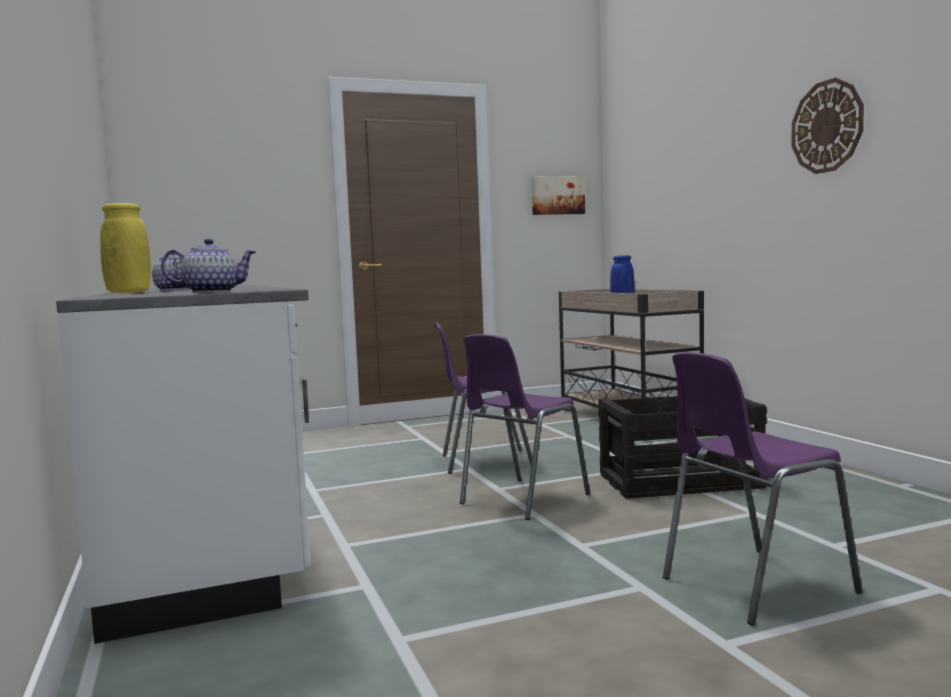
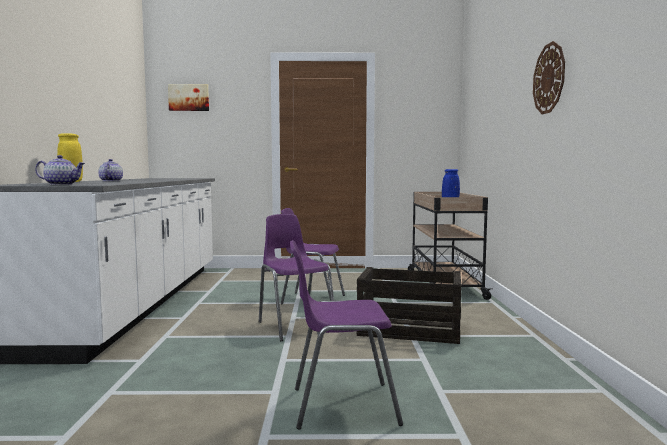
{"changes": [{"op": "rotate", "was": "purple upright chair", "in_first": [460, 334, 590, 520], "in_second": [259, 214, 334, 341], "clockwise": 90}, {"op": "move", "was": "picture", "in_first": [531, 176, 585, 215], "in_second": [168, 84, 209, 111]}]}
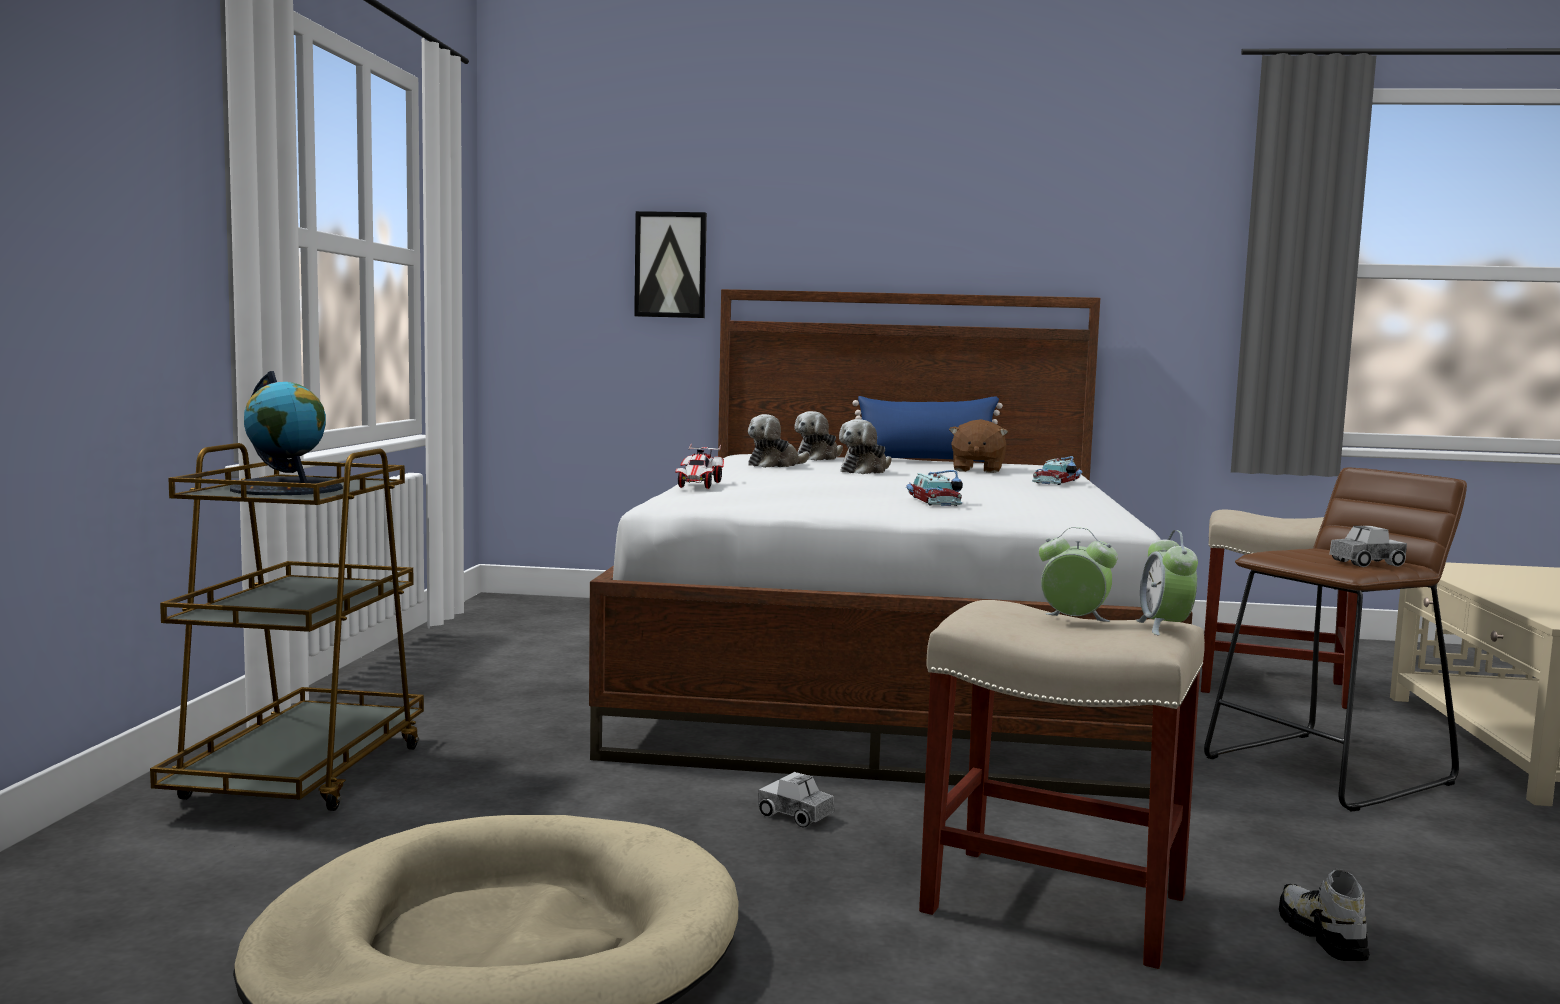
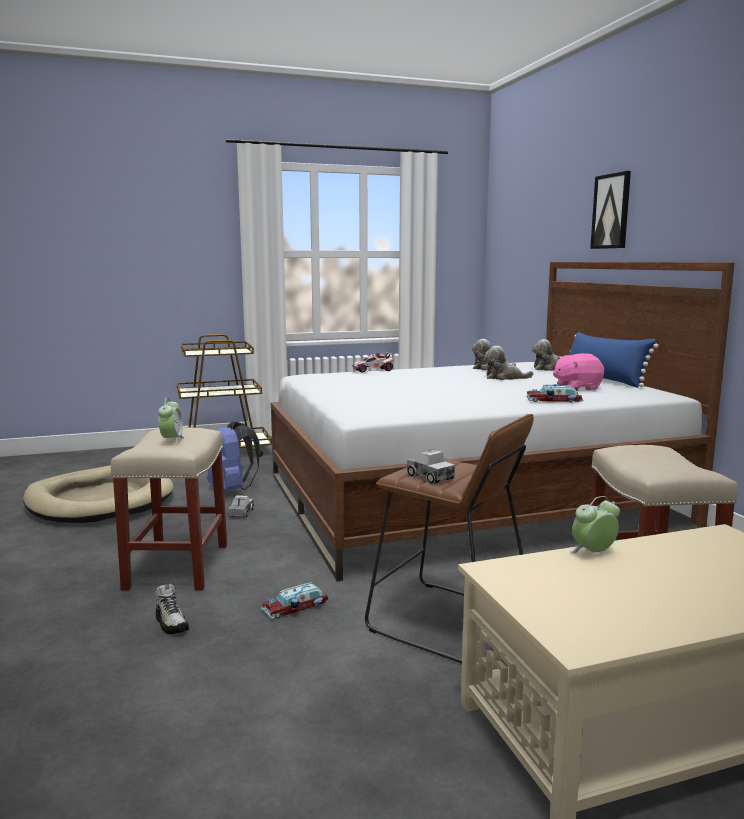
{"changes": [{"op": "delete", "was": "world globe", "in_first": [230, 371, 343, 495]}, {"op": "move", "was": "picture", "in_first": [634, 211, 707, 318], "in_second": [590, 171, 631, 249]}, {"op": "move", "was": "miniature car", "in_first": [905, 470, 963, 506], "in_second": [261, 582, 329, 619]}, {"op": "recolor", "was": "brown soft toy", "now": "pinkish soft toy", "in_first": [949, 419, 1008, 473], "in_second": [553, 353, 604, 390]}, {"op": "move", "was": "table clock", "in_first": [1136, 530, 1198, 635], "in_second": [570, 496, 620, 554]}, {"op": "rotate", "was": "shoe", "in_first": [1279, 869, 1370, 961], "in_second": [155, 584, 189, 634], "clockwise": 90}, {"op": "insert", "now": "bluish rucksack", "in_second": [207, 421, 259, 491]}]}
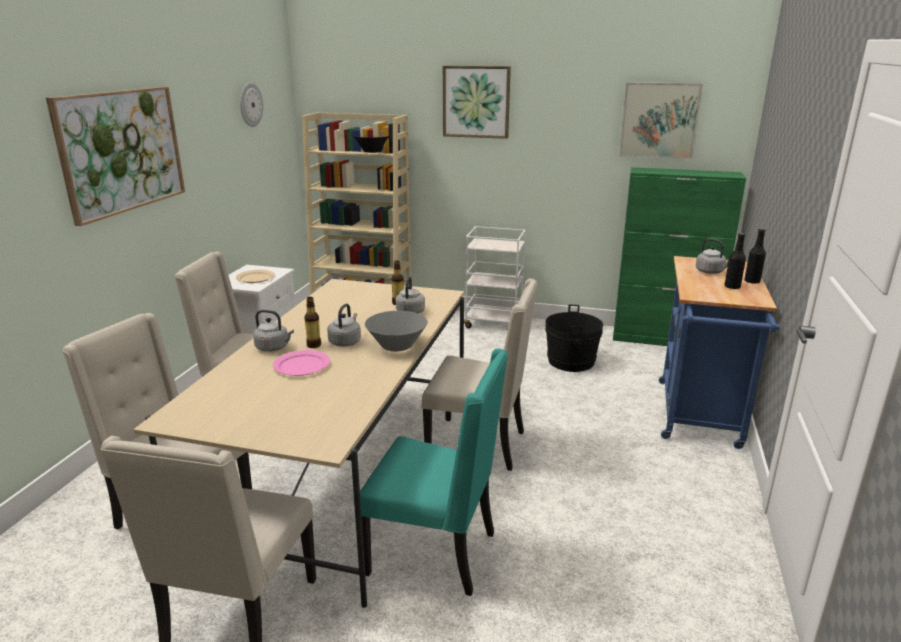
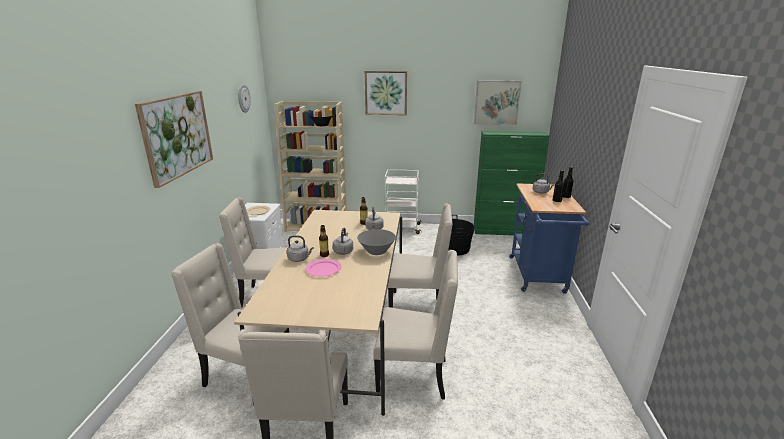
{"changes": [{"op": "recolor", "was": "turquoise-coloured upright chair", "now": "beige upright chair", "in_first": [360, 348, 508, 596], "in_second": [373, 250, 458, 400]}]}
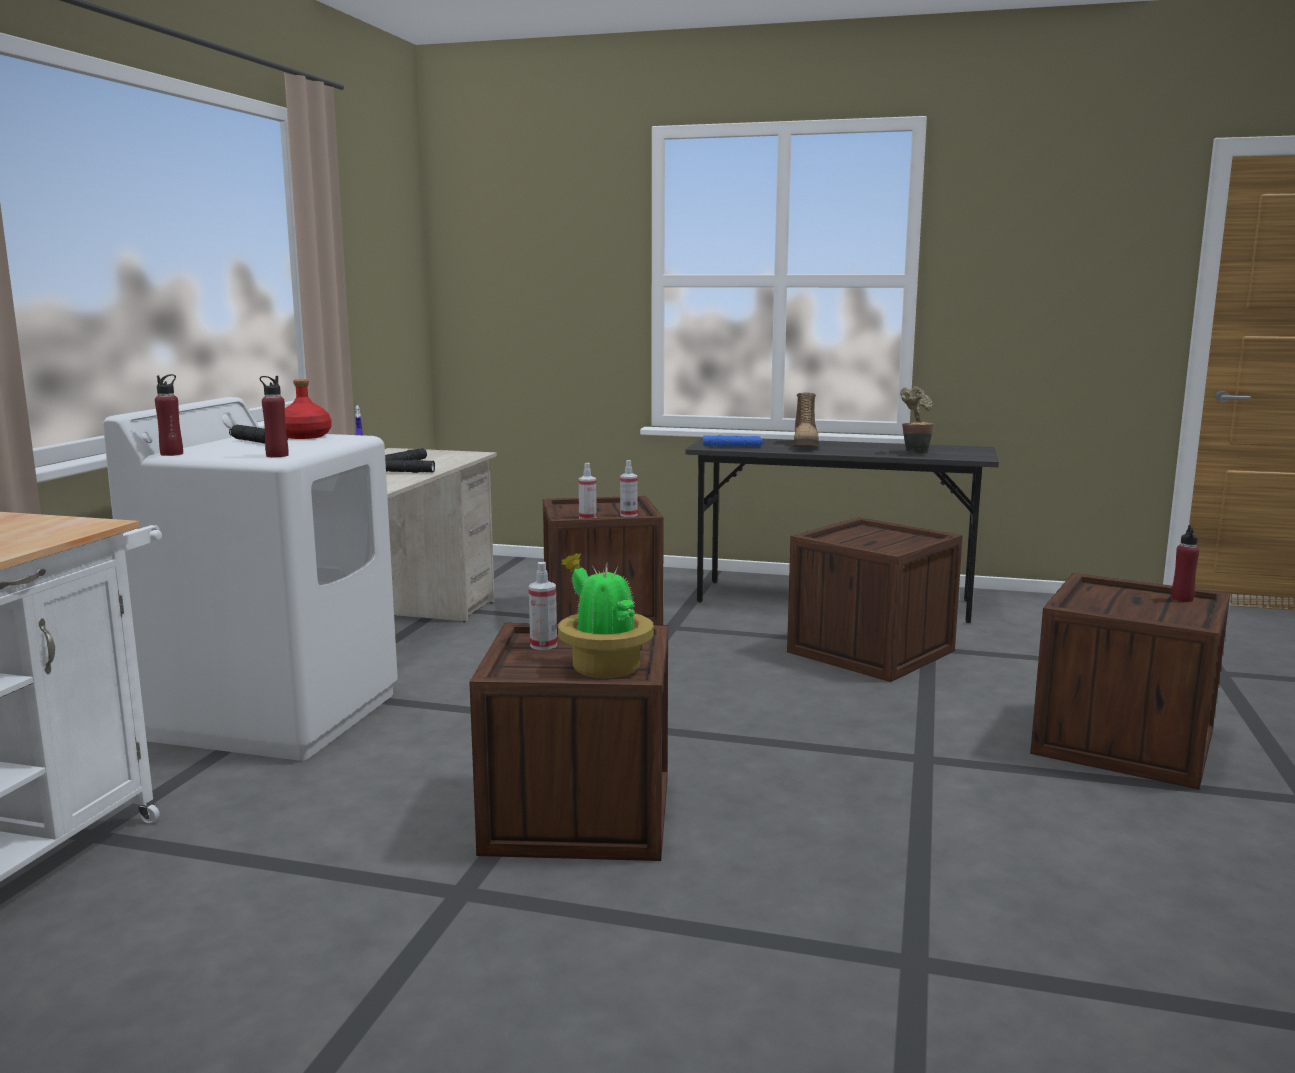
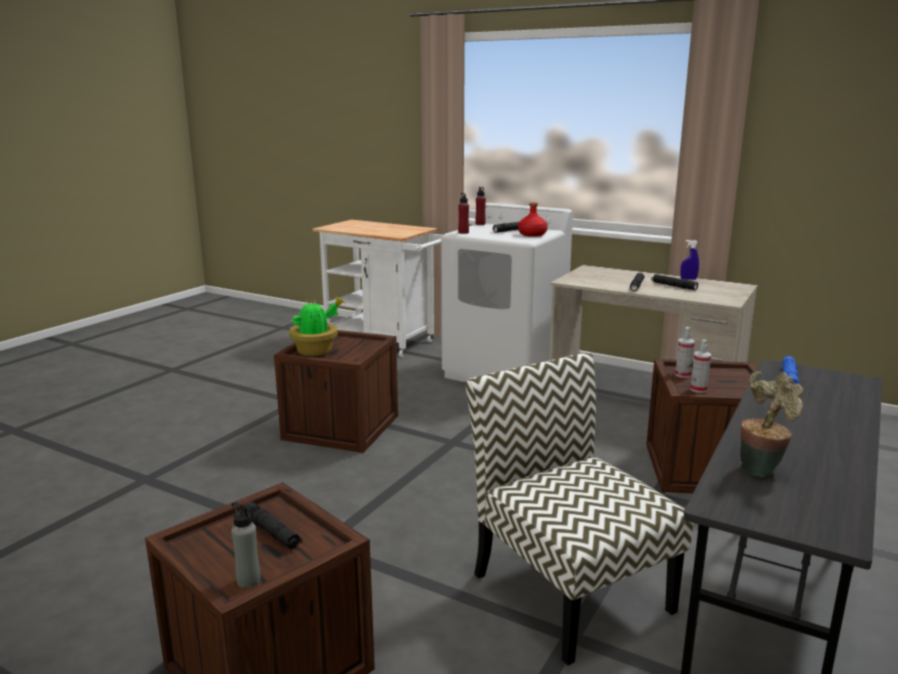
{"changes": [{"op": "delete", "was": "spray bottle", "in_first": [529, 562, 557, 650]}, {"op": "replace", "was": "packing crate", "now": "upright chair", "in_first": [787, 518, 963, 682], "in_second": [465, 353, 693, 665]}, {"op": "delete", "was": "boot", "in_first": [792, 393, 819, 447]}, {"op": "recolor", "was": "reddish bottle", "now": "greyish bottle", "in_first": [1171, 525, 1199, 602], "in_second": [231, 502, 261, 588]}, {"op": "insert", "now": "black-coloured flashlight", "in_second": [242, 502, 302, 550]}]}
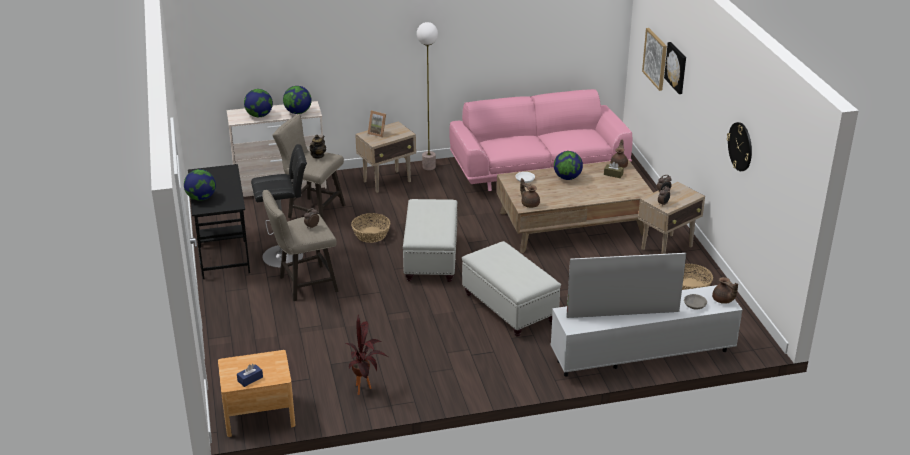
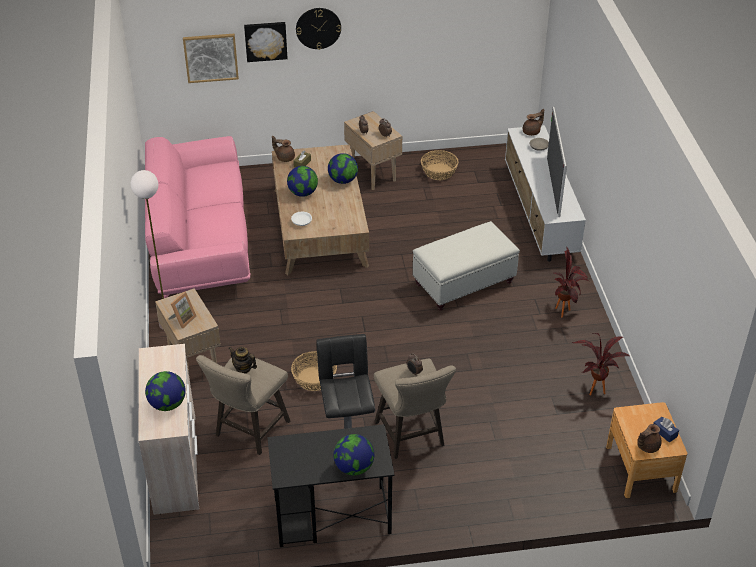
{"changes": [{"op": "move", "was": "world globe", "in_first": [283, 86, 312, 114], "in_second": [328, 153, 358, 184]}, {"op": "delete", "was": "whitish pouffe", "in_first": [403, 199, 457, 282]}, {"op": "move", "was": "brown pot for tea", "in_first": [520, 178, 540, 208], "in_second": [637, 424, 662, 453]}, {"op": "move", "was": "hanging clock", "in_first": [727, 122, 752, 171], "in_second": [296, 8, 341, 50]}, {"op": "insert", "now": "plant in a pot", "in_second": [554, 247, 589, 318]}]}
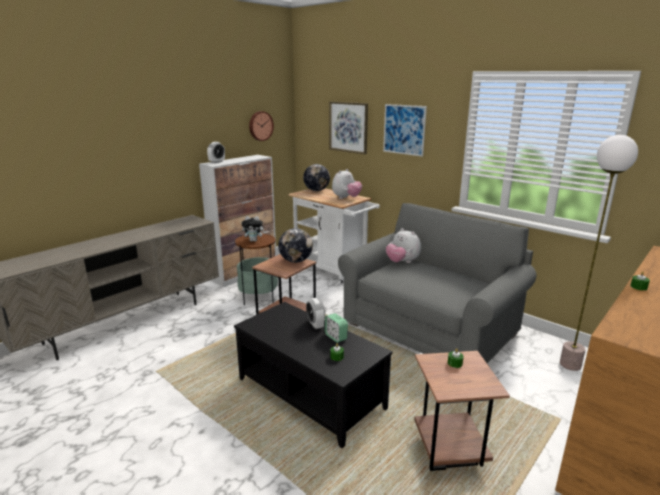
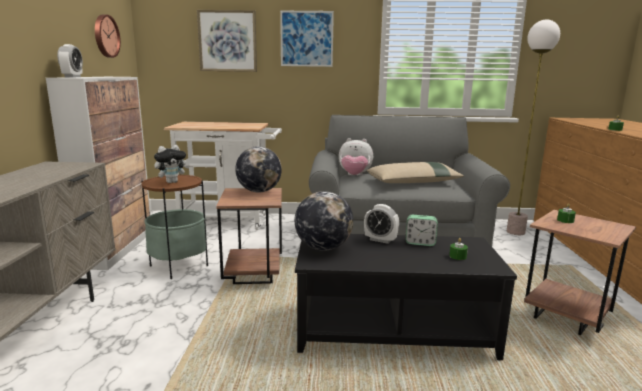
{"changes": [{"op": "move", "was": "world globe", "in_first": [303, 164, 330, 191], "in_second": [295, 191, 353, 251]}, {"op": "delete", "was": "soft toy", "in_first": [332, 169, 362, 199]}, {"op": "insert", "now": "beige pillow", "in_second": [367, 162, 464, 183]}]}
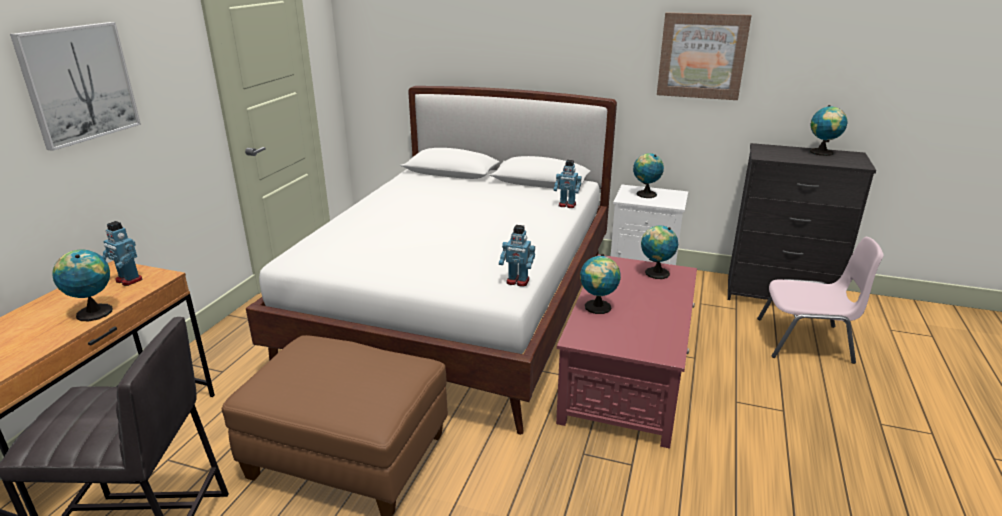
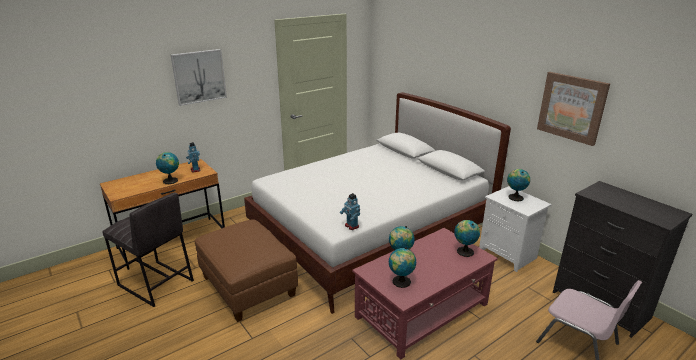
{"changes": [{"op": "delete", "was": "model robot", "in_first": [553, 160, 582, 208]}, {"op": "move", "was": "world globe", "in_first": [810, 105, 848, 156], "in_second": [389, 247, 416, 288]}]}
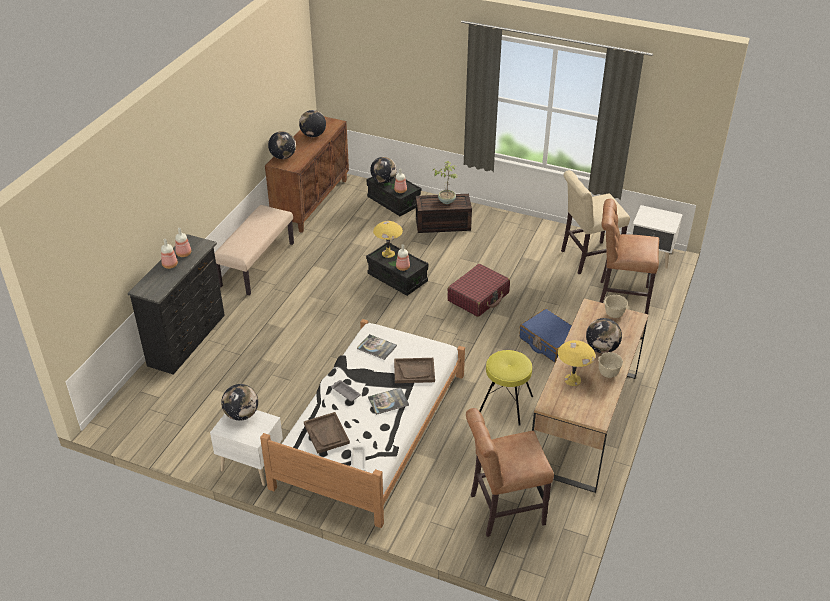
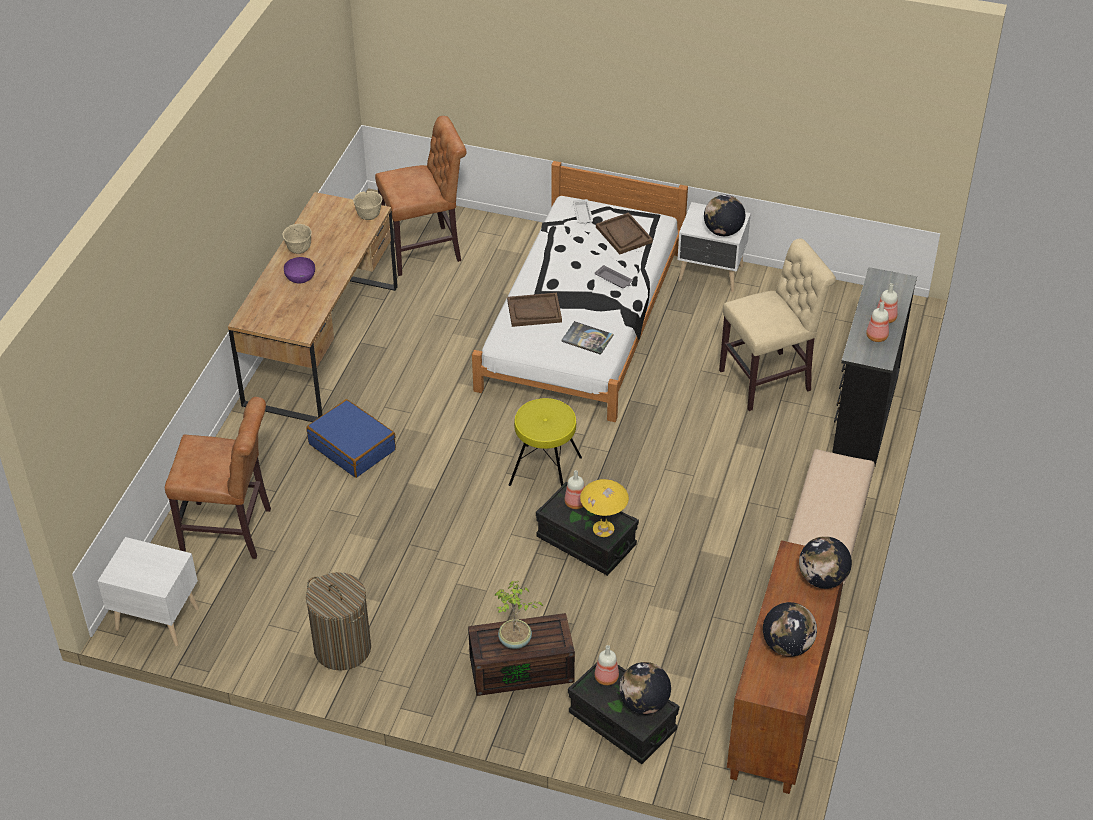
{"changes": [{"op": "delete", "was": "volume", "in_first": [368, 388, 409, 415]}, {"op": "delete", "was": "reddish travel case", "in_first": [447, 264, 510, 317]}, {"op": "move", "was": "yellowish stool seat", "in_first": [479, 350, 533, 426], "in_second": [509, 398, 582, 486]}, {"op": "delete", "was": "yellowish table lamp", "in_first": [558, 340, 595, 386]}, {"op": "move", "was": "beige upright chair", "in_first": [561, 170, 630, 274], "in_second": [719, 239, 836, 411]}, {"op": "replace", "was": "world globe", "now": "purple bowl", "in_first": [586, 318, 622, 353], "in_second": [284, 257, 315, 284]}, {"op": "move", "was": "beige bowl", "in_first": [604, 295, 628, 318], "in_second": [353, 191, 382, 220]}, {"op": "insert", "now": "washing basket", "in_second": [306, 572, 371, 671]}]}
